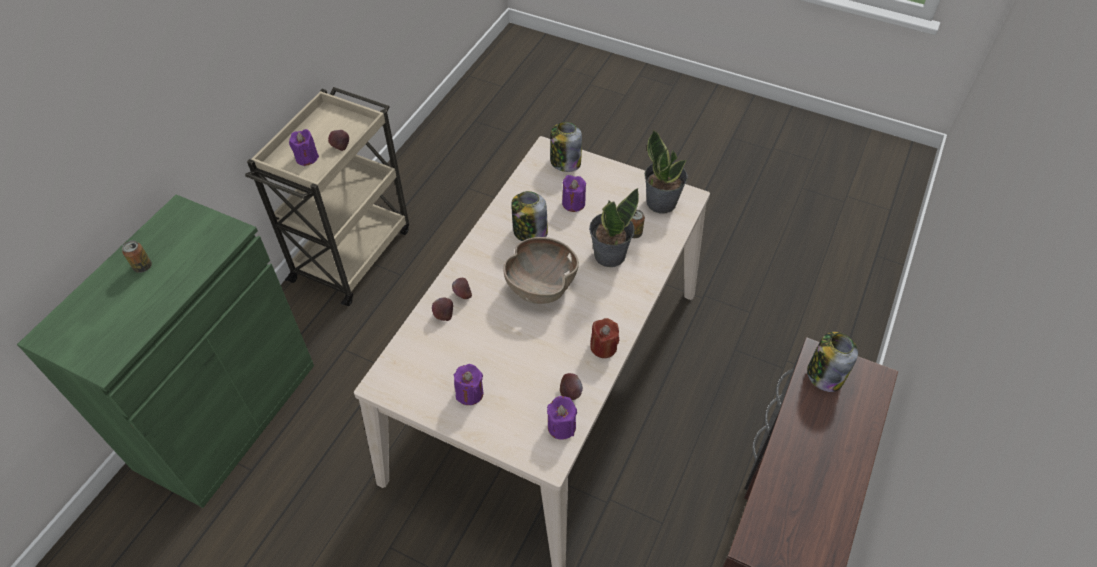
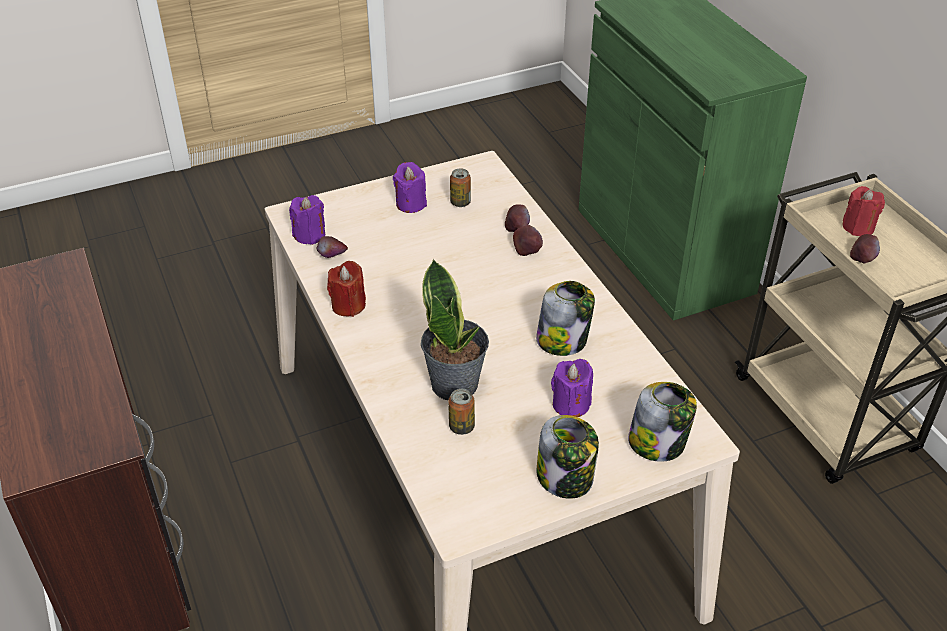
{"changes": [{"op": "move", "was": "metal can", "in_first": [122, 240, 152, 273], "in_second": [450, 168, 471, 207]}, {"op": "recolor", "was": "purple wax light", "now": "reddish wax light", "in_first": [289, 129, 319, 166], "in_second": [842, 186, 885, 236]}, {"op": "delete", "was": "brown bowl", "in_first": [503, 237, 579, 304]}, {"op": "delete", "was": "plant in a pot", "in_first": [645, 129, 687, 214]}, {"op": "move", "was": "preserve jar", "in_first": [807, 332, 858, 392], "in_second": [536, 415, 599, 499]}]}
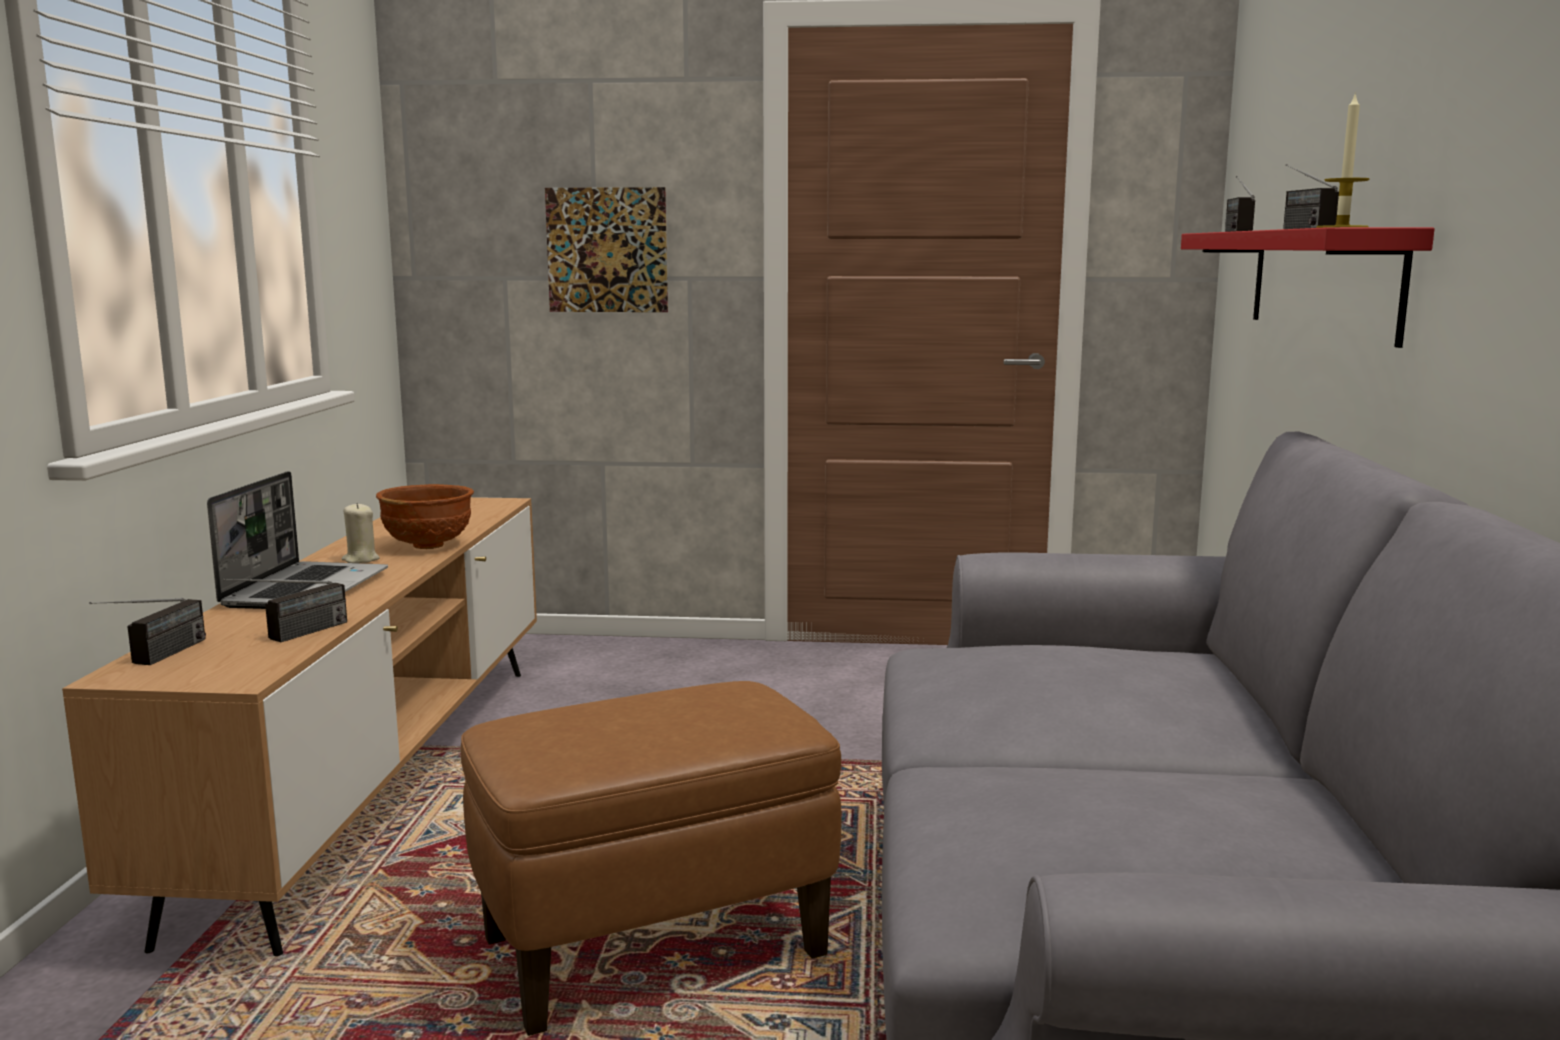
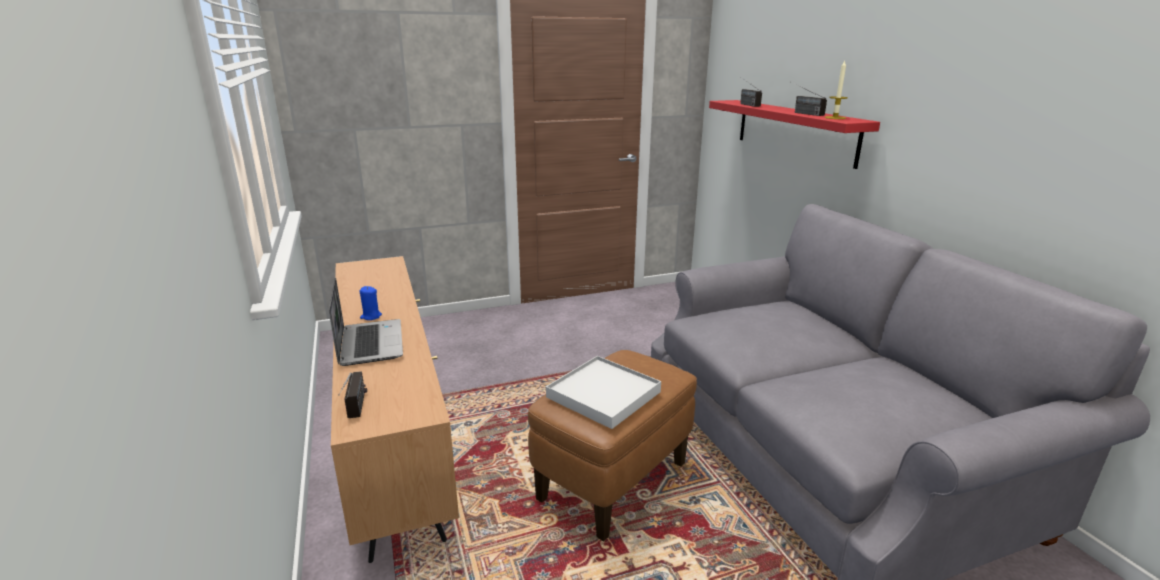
{"changes": [{"op": "delete", "was": "radio receiver", "in_first": [222, 579, 347, 642]}, {"op": "recolor", "was": "beige wax light", "now": "bluish wax light", "in_first": [342, 503, 380, 563], "in_second": [359, 286, 382, 320]}, {"op": "delete", "was": "brown bowl", "in_first": [376, 484, 474, 549]}, {"op": "delete", "was": "picture", "in_first": [545, 187, 668, 312]}, {"op": "insert", "now": "whitish carrying tray", "in_second": [546, 356, 661, 429]}]}
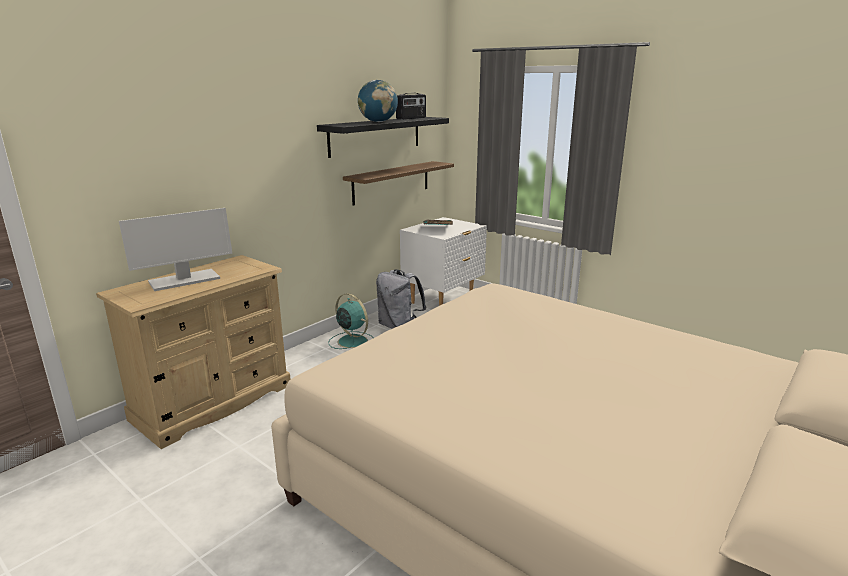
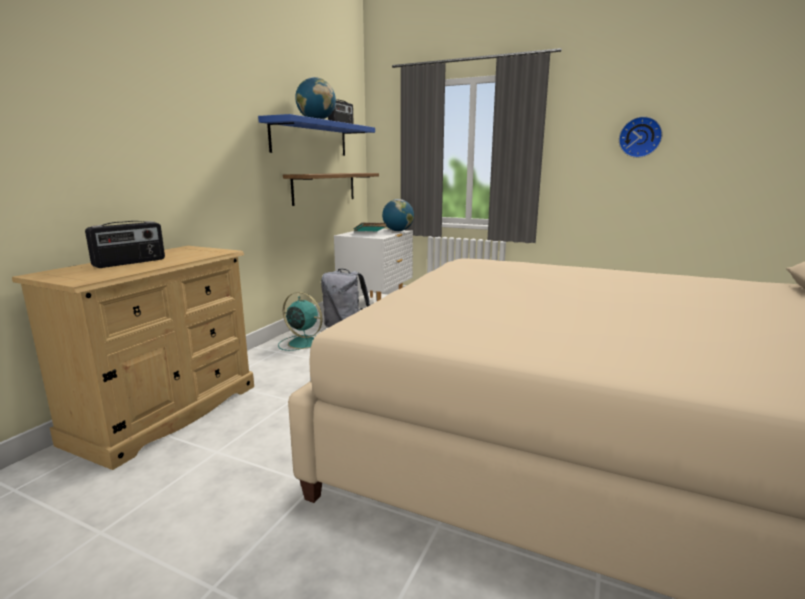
{"changes": [{"op": "replace", "was": "monitor", "now": "radio receiver", "in_first": [119, 208, 232, 291], "in_second": [85, 221, 165, 268]}, {"op": "recolor", "was": "black-coloured bracket shelf", "now": "bluish bracket shelf", "in_first": [317, 117, 449, 158], "in_second": [258, 114, 375, 156]}, {"op": "insert", "now": "world globe", "in_second": [382, 199, 414, 231]}, {"op": "insert", "now": "hanging clock", "in_second": [619, 116, 663, 158]}]}
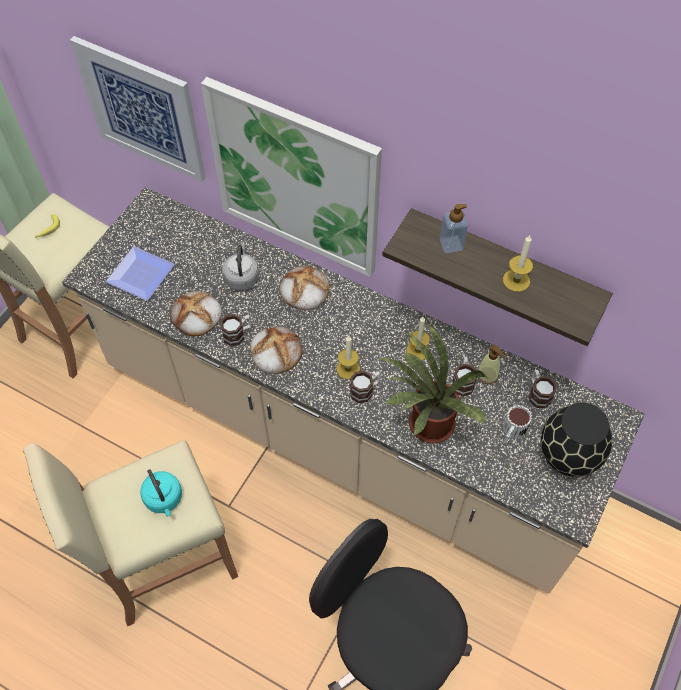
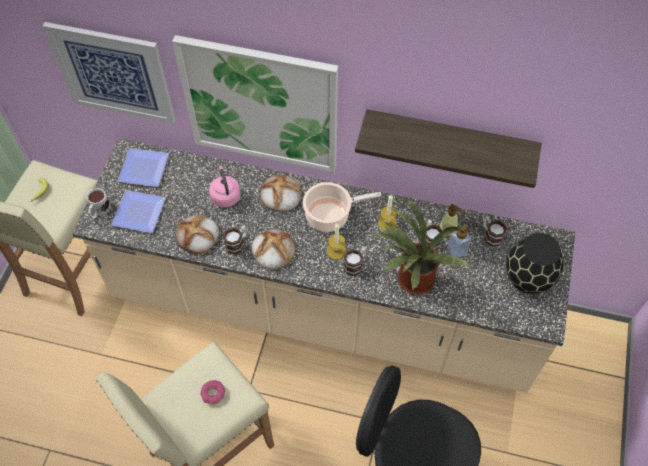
{"changes": [{"op": "replace", "was": "turquoise-coloured tea kettle", "now": "doughnut", "in_first": [140, 469, 182, 517], "in_second": [200, 380, 226, 405]}, {"op": "recolor", "was": "greyish tea kettle", "now": "pinkish tea kettle", "in_first": [222, 242, 259, 291], "in_second": [209, 166, 241, 208]}, {"op": "move", "was": "soap dispenser", "in_first": [439, 204, 468, 253], "in_second": [447, 225, 471, 258]}, {"op": "delete", "was": "wax light", "in_first": [503, 235, 533, 292]}, {"op": "move", "was": "tea mug", "in_first": [503, 405, 532, 444], "in_second": [86, 188, 111, 220]}, {"op": "insert", "now": "flat dish", "in_second": [118, 148, 169, 187]}, {"op": "insert", "now": "saucepot", "in_second": [303, 182, 382, 232]}]}
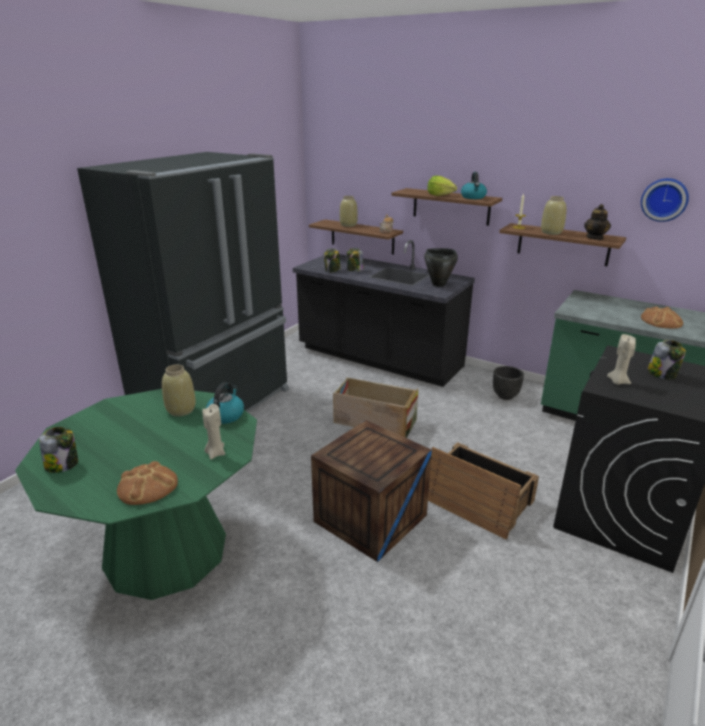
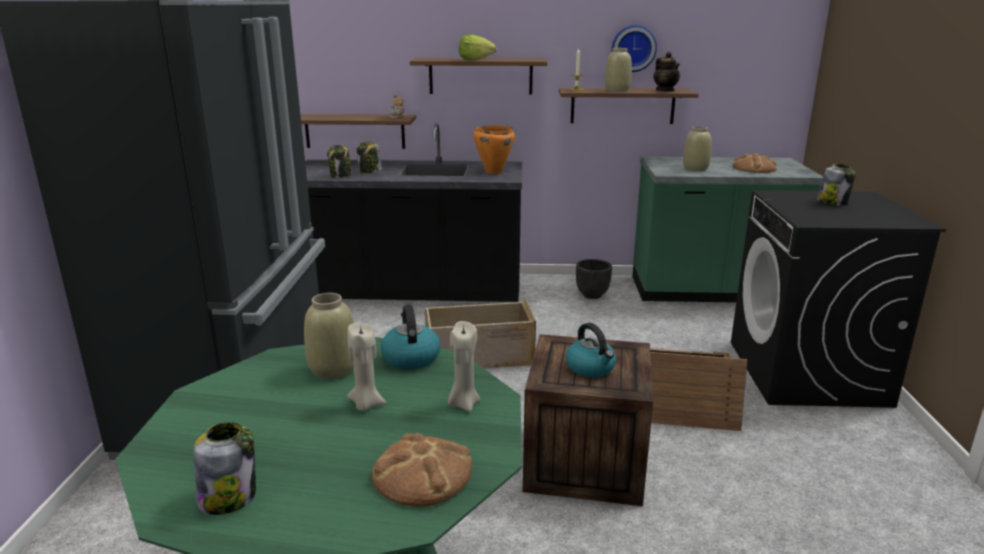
{"changes": [{"op": "move", "was": "beige vase", "in_first": [340, 196, 358, 227], "in_second": [683, 126, 712, 171]}, {"op": "recolor", "was": "black-coloured saucepot", "now": "orange saucepot", "in_first": [424, 248, 458, 287], "in_second": [473, 125, 515, 174]}, {"op": "move", "was": "tea kettle", "in_first": [461, 172, 487, 199], "in_second": [566, 323, 616, 378]}, {"op": "move", "was": "beige wax light", "in_first": [607, 334, 636, 385], "in_second": [347, 323, 386, 411]}, {"op": "move", "was": "hanging clock", "in_first": [641, 178, 689, 222], "in_second": [611, 25, 657, 72]}]}
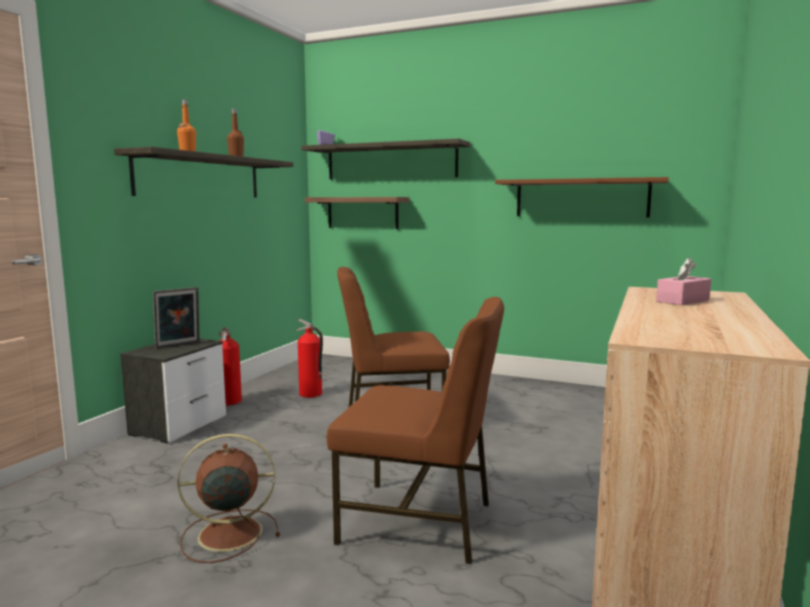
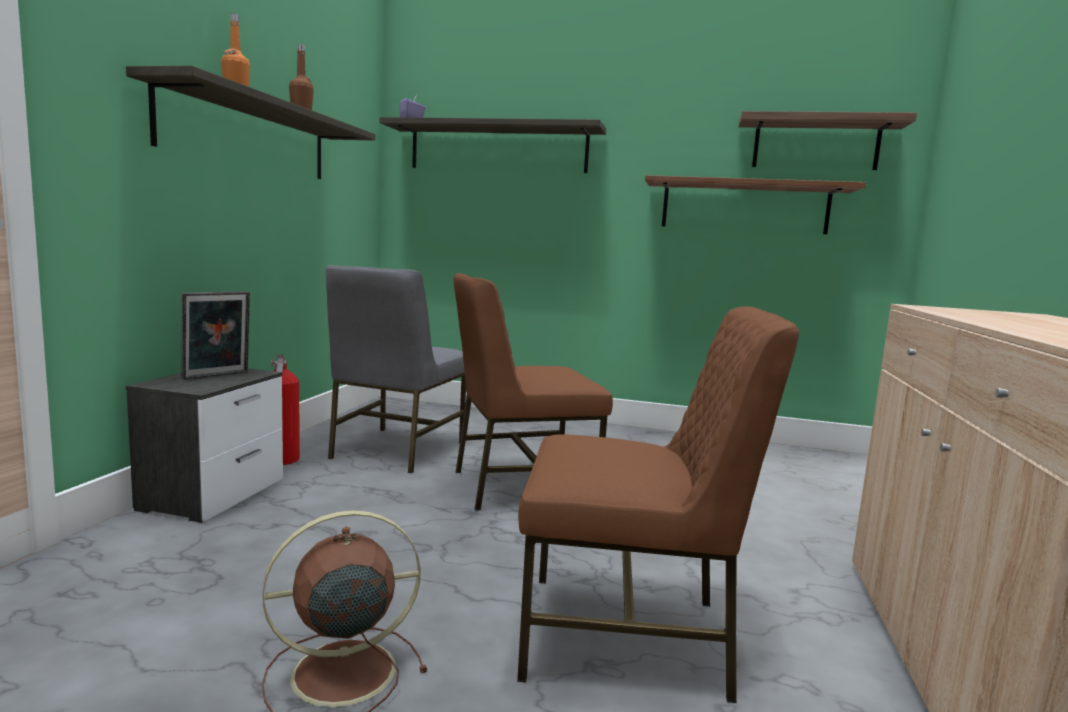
{"changes": [{"op": "replace", "was": "extinguisher", "now": "greyish upright chair", "in_first": [297, 319, 323, 398], "in_second": [326, 265, 466, 473]}, {"op": "move", "was": "bracket shelf", "in_first": [305, 197, 409, 229], "in_second": [739, 111, 917, 170]}, {"op": "delete", "was": "pinkish box of tissues", "in_first": [656, 257, 711, 305]}]}
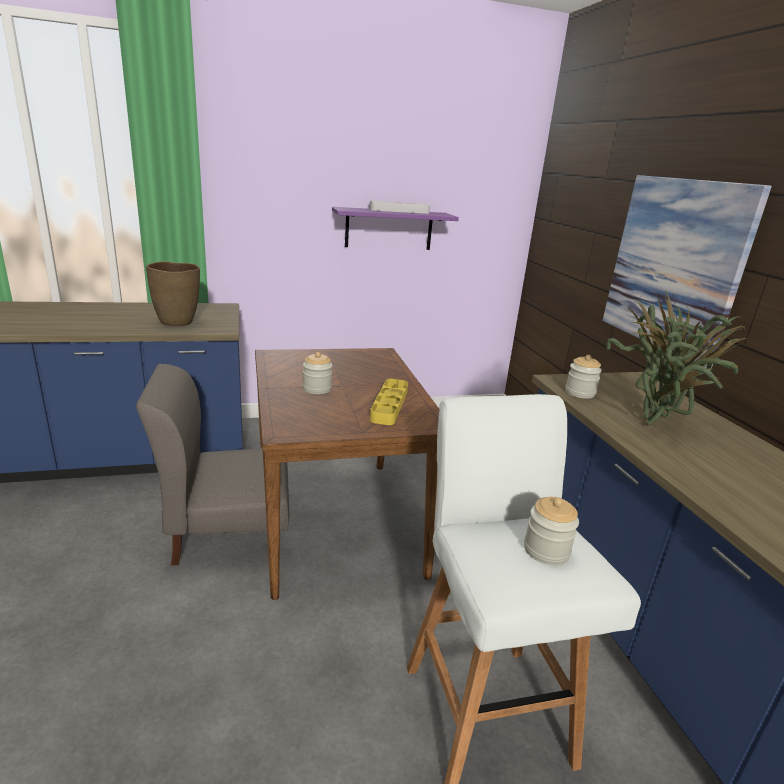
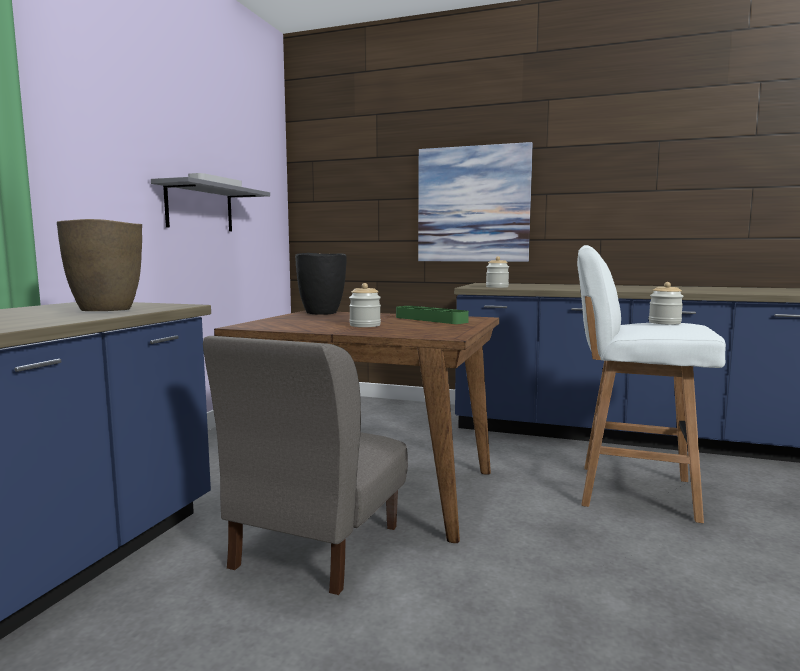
{"changes": [{"op": "recolor", "was": "purple bracket shelf", "now": "greyish bracket shelf", "in_first": [332, 207, 459, 250], "in_second": [151, 177, 270, 231]}, {"op": "recolor", "was": "yellowish carrying tray", "now": "green-coloured carrying tray", "in_first": [370, 379, 408, 425], "in_second": [396, 306, 469, 324]}, {"op": "delete", "was": "plant in a pot", "in_first": [606, 289, 746, 426]}, {"op": "insert", "now": "black-coloured vase", "in_second": [295, 253, 347, 315]}]}
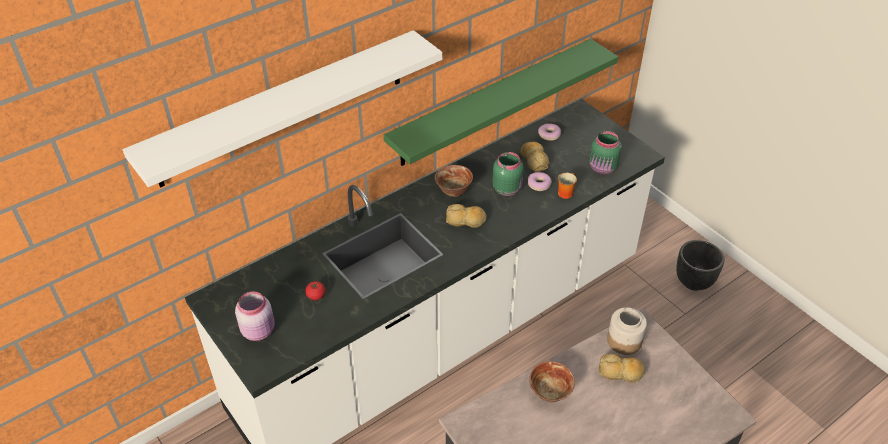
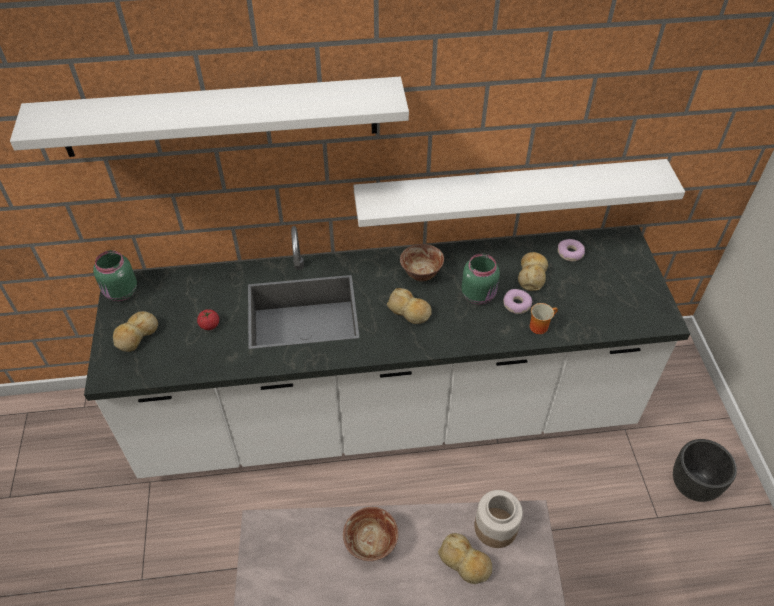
{"changes": [{"op": "replace", "was": "pinkish preserve jar", "now": "bread", "in_first": [235, 291, 275, 341], "in_second": [113, 311, 158, 352]}, {"op": "recolor", "was": "green-coloured bracket shelf", "now": "whitish bracket shelf", "in_first": [384, 39, 619, 166], "in_second": [353, 159, 685, 227]}, {"op": "move", "was": "green-coloured preserve jar", "in_first": [589, 131, 622, 174], "in_second": [93, 250, 137, 301]}]}
